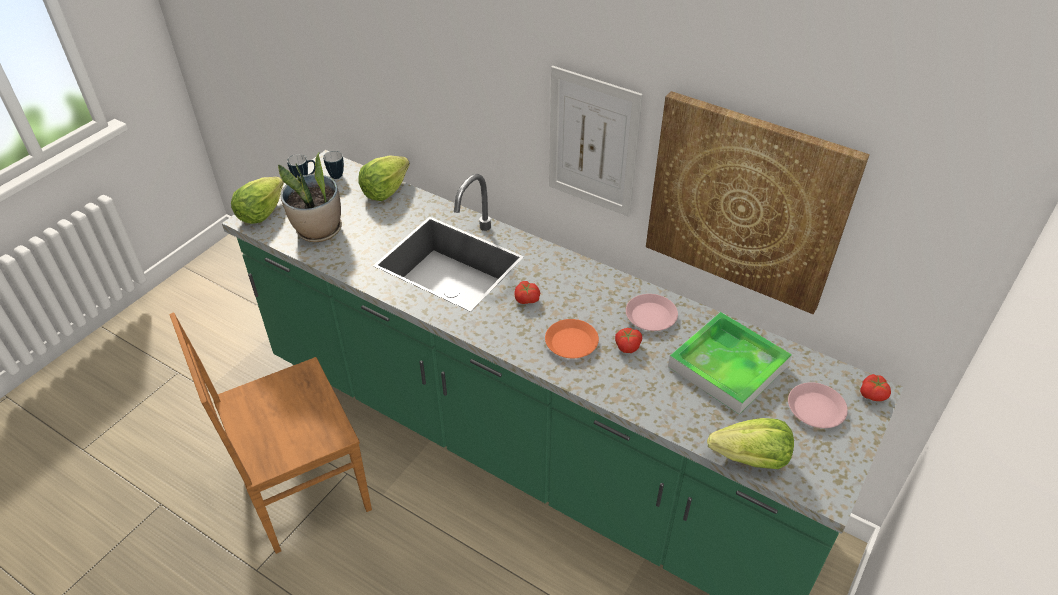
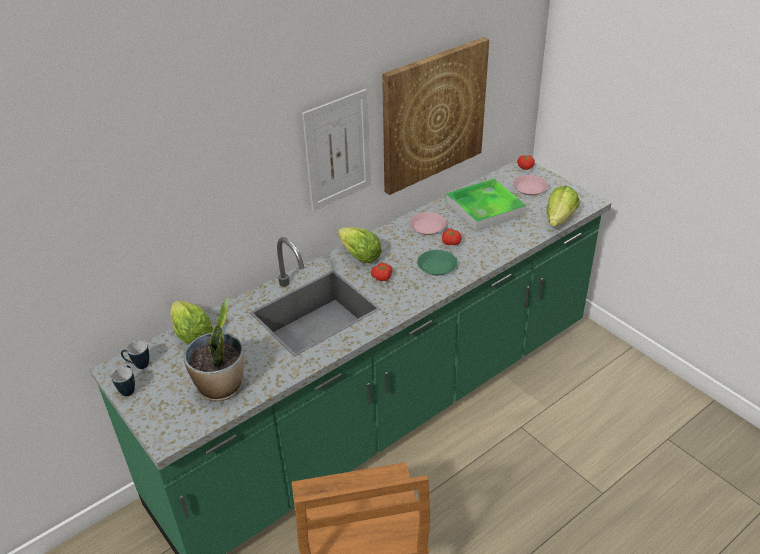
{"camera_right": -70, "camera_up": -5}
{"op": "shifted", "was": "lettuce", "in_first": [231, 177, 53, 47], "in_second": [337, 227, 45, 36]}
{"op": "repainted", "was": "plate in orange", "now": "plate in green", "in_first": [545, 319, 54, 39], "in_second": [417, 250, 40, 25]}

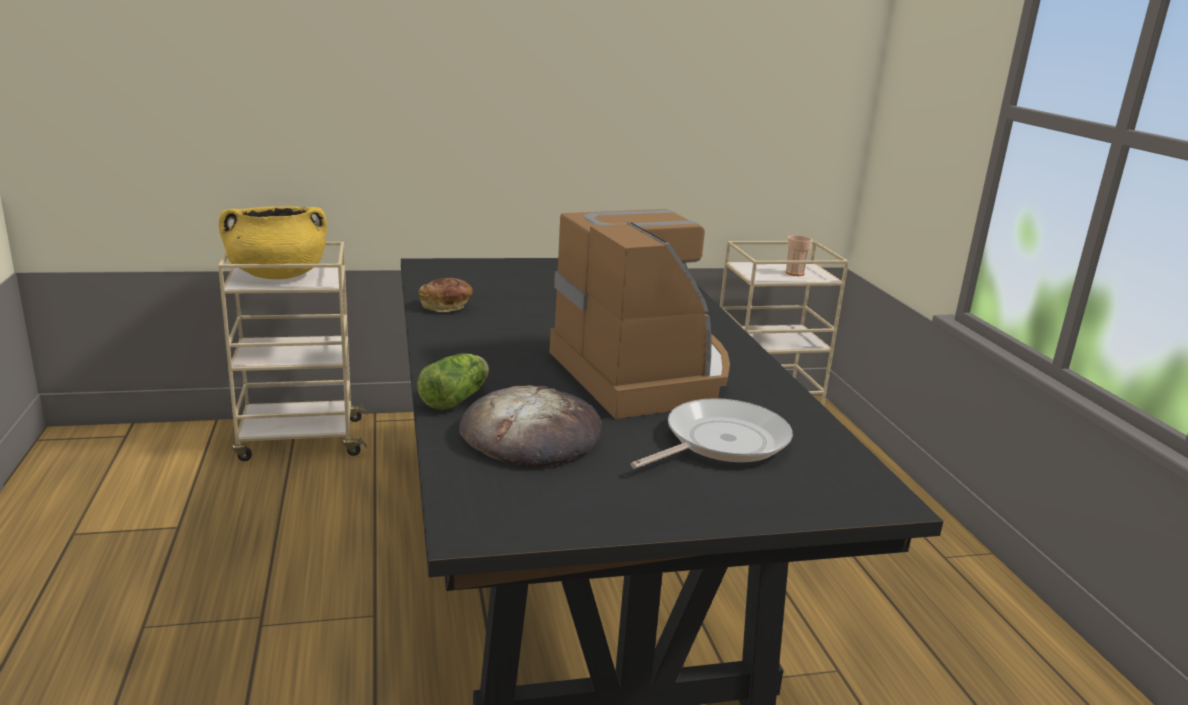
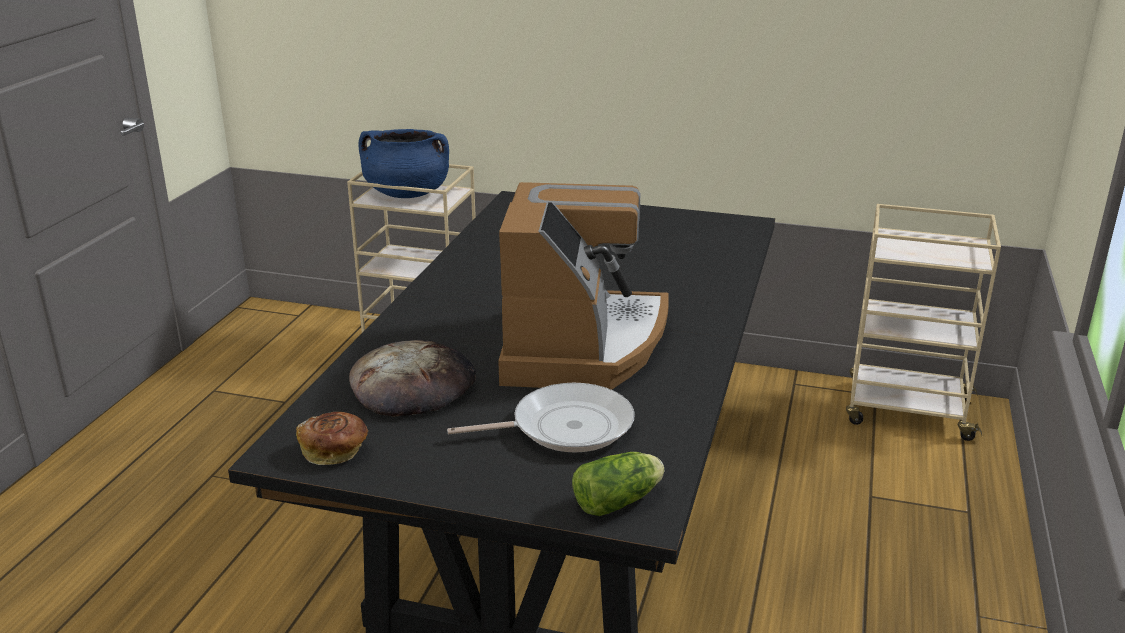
{"camera_right": 30, "camera_up": 5}
{"op": "shifted", "was": "bread", "in_first": [418, 278, 55, 34], "in_second": [296, 412, 72, 53]}
{"op": "repainted", "was": "cooking pot in yellow", "now": "cooking pot in blue", "in_first": [218, 206, 109, 73], "in_second": [358, 129, 91, 69]}
{"op": "shifted", "was": "lettuce", "in_first": [417, 353, 72, 57], "in_second": [572, 452, 92, 64]}
{"op": "gone", "was": "cup", "in_first": [786, 235, 26, 41]}

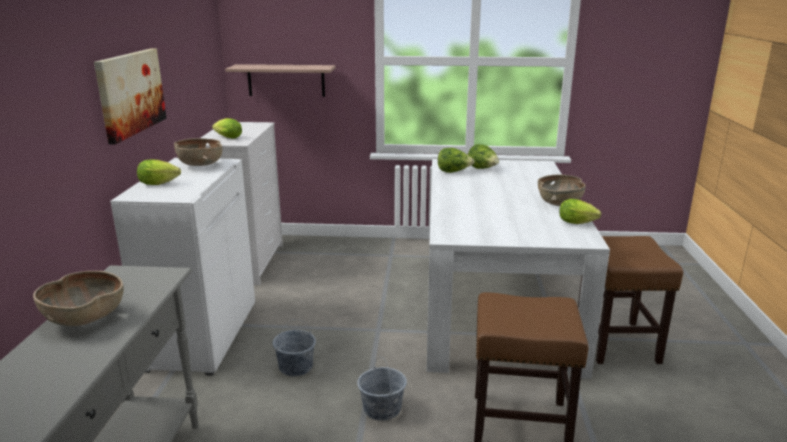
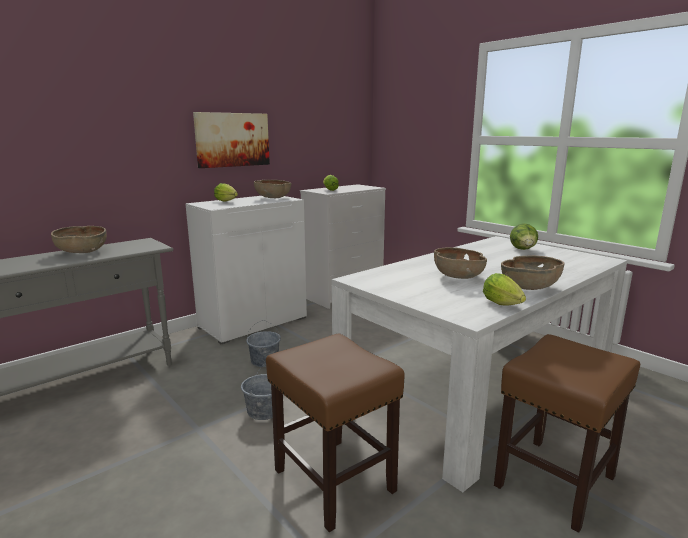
{"camera_right": 45, "camera_up": -5}
{"op": "new", "now": "bowl in brown", "in_second": [434, 247, 53, 32]}
{"op": "gone", "was": "shelf", "in_first": [225, 64, 110, 33]}
{"op": "gone", "was": "lettuce", "in_first": [438, 148, 37, 25]}

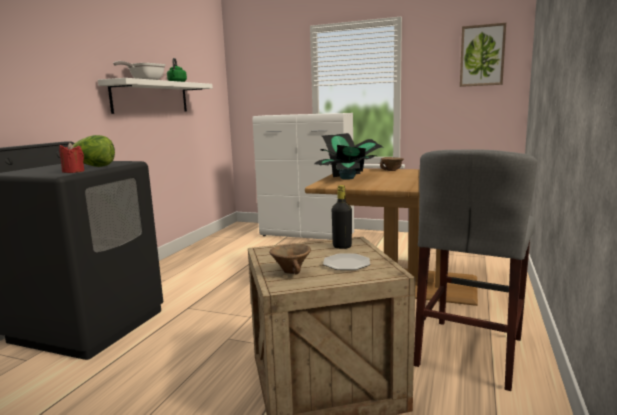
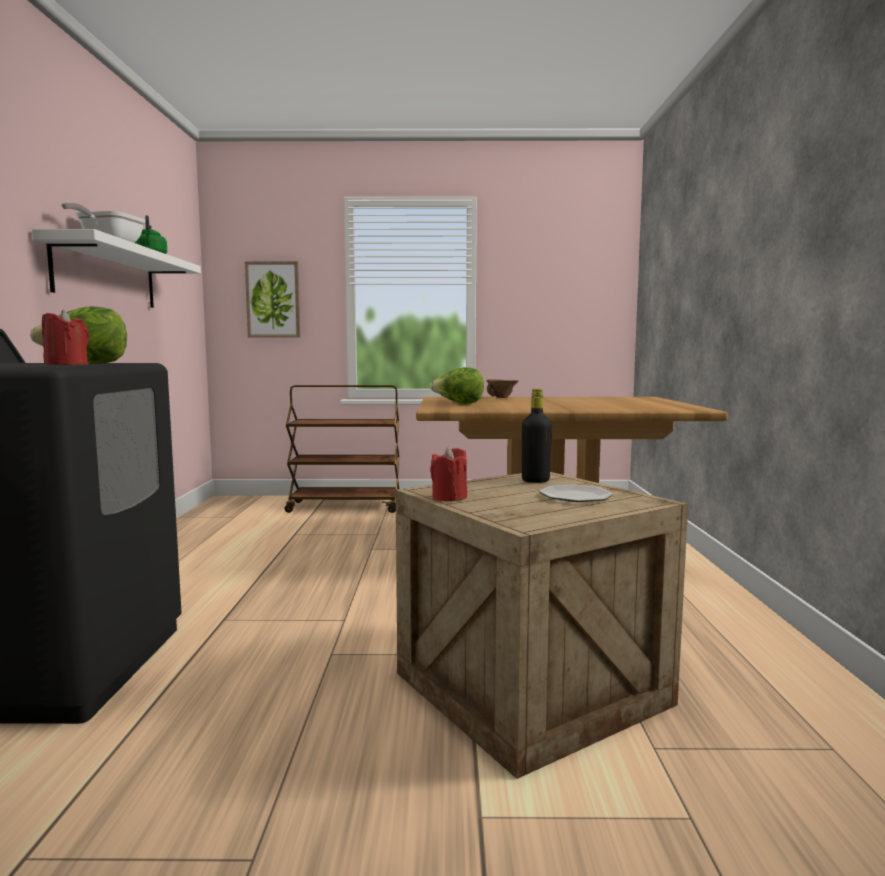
{"camera_right": -20, "camera_up": -5}
{"op": "shifted", "was": "picture", "in_first": [460, 23, 46, 64], "in_second": [245, 261, 55, 77]}
{"op": "swapped", "was": "cabinet in white", "now": "cart in brown", "in_first": [253, 113, 101, 127], "in_second": [284, 385, 115, 128]}
{"op": "swapped", "was": "potted plant", "now": "lettuce", "in_first": [314, 133, 70, 47], "in_second": [430, 367, 54, 37]}
{"op": "new", "now": "candle in red", "in_second": [430, 446, 37, 55]}
{"op": "gone", "was": "bowl in brown", "in_first": [269, 244, 42, 30]}
{"op": "gone", "was": "stool in grey", "in_first": [414, 150, 123, 241]}

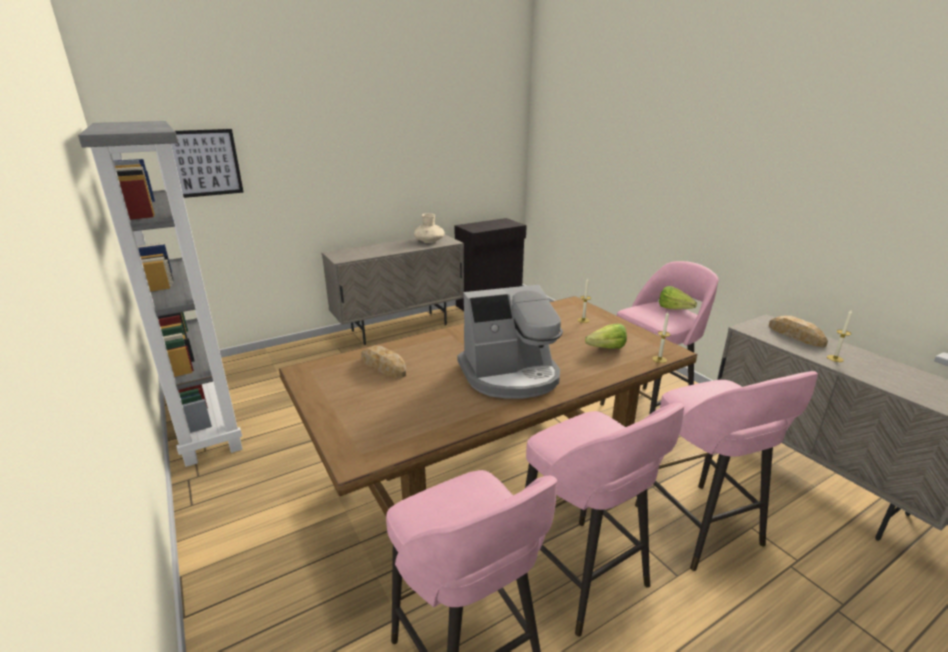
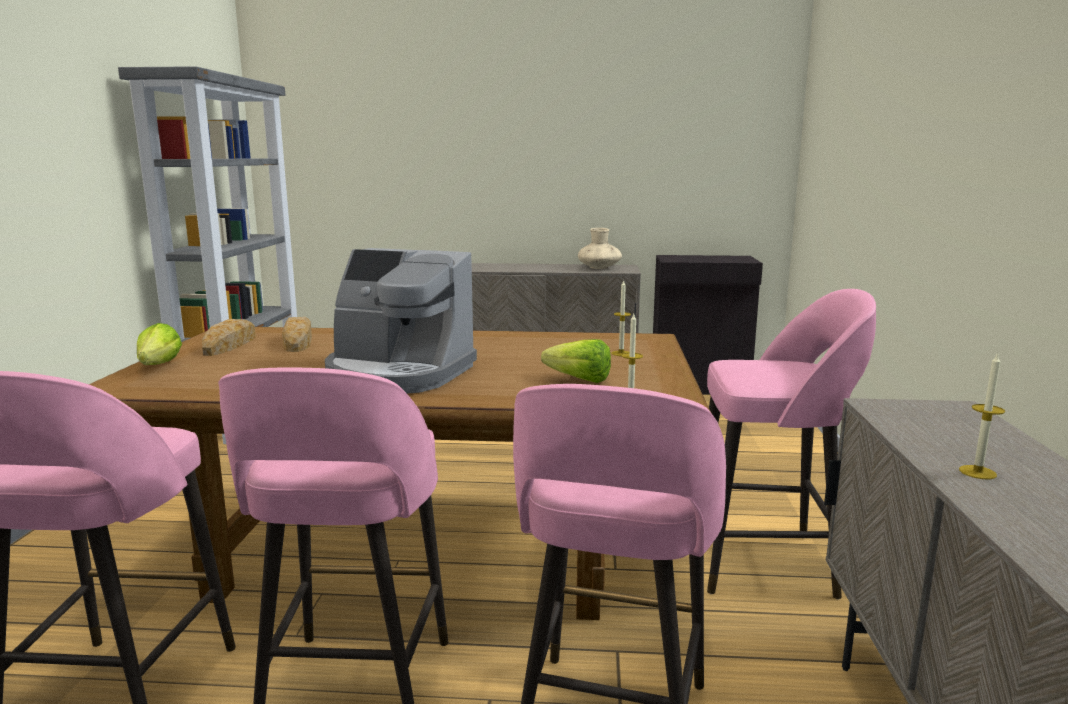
{"camera_right": 35, "camera_up": -10}
{"op": "shifted", "was": "lettuce", "in_first": [659, 286, 38, 23], "in_second": [137, 323, 45, 42]}
{"op": "shifted", "was": "bread", "in_first": [769, 316, 59, 31], "in_second": [202, 319, 54, 37]}
{"op": "gone", "was": "picture", "in_first": [171, 129, 73, 69]}

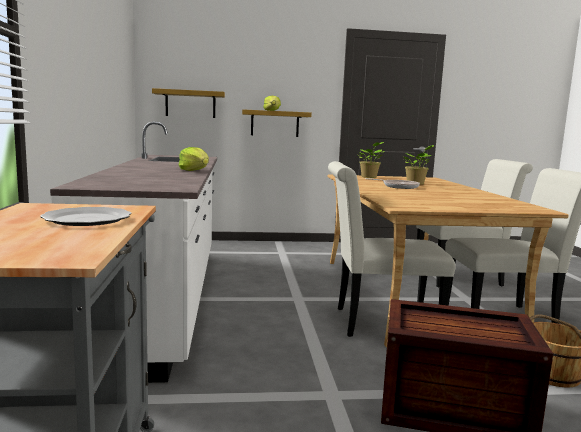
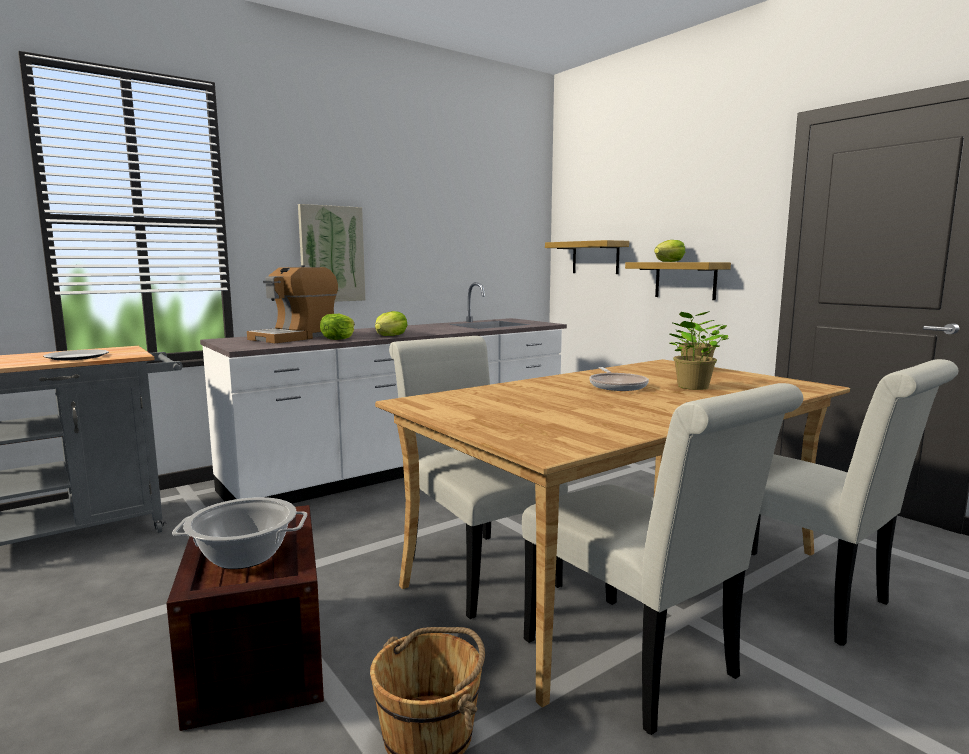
{"camera_right": 60, "camera_up": 0}
{"op": "new", "now": "cooking pot", "in_second": [172, 497, 135, 72]}
{"op": "new", "now": "coffee machine", "in_second": [247, 265, 91, 78]}
{"op": "new", "now": "picture", "in_second": [298, 204, 67, 98]}
{"op": "new", "now": "lettuce", "in_second": [320, 314, 35, 26]}

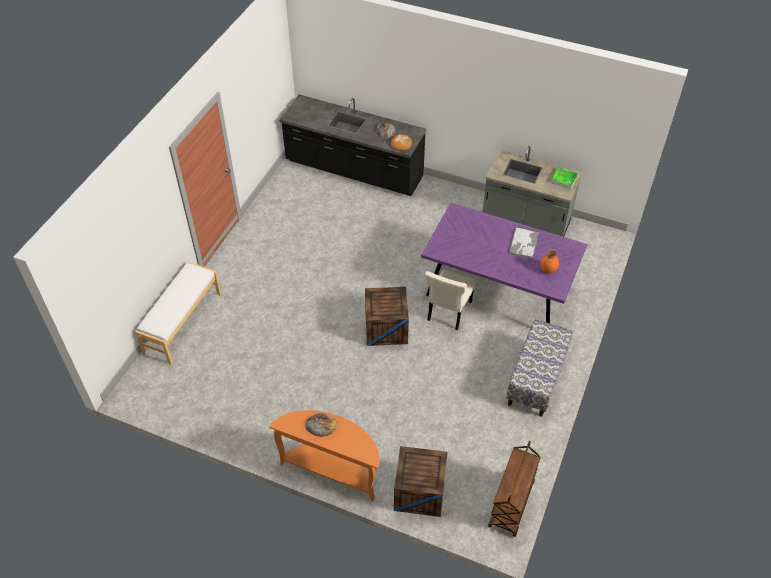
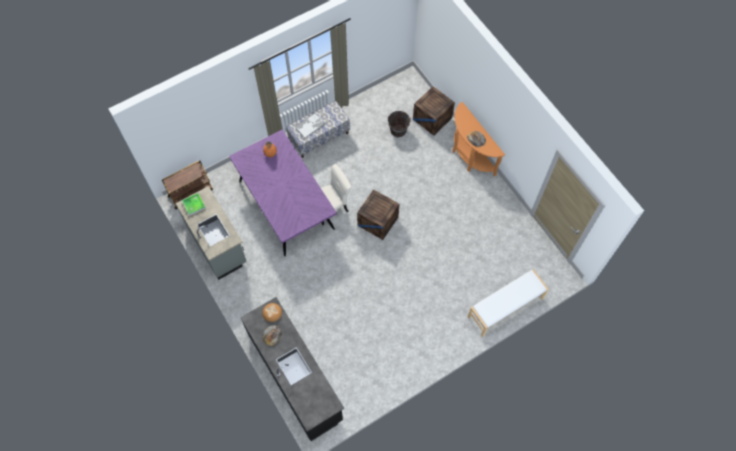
{"camera_right": -145, "camera_up": 15}
{"op": "shifted", "was": "cart in brown", "in_first": [488, 441, 53, 96], "in_second": [162, 160, 51, 49]}
{"op": "shifted", "was": "tray", "in_first": [509, 227, 30, 31], "in_second": [295, 113, 30, 25]}
{"op": "new", "now": "bucket in brown", "in_second": [388, 111, 23, 27]}

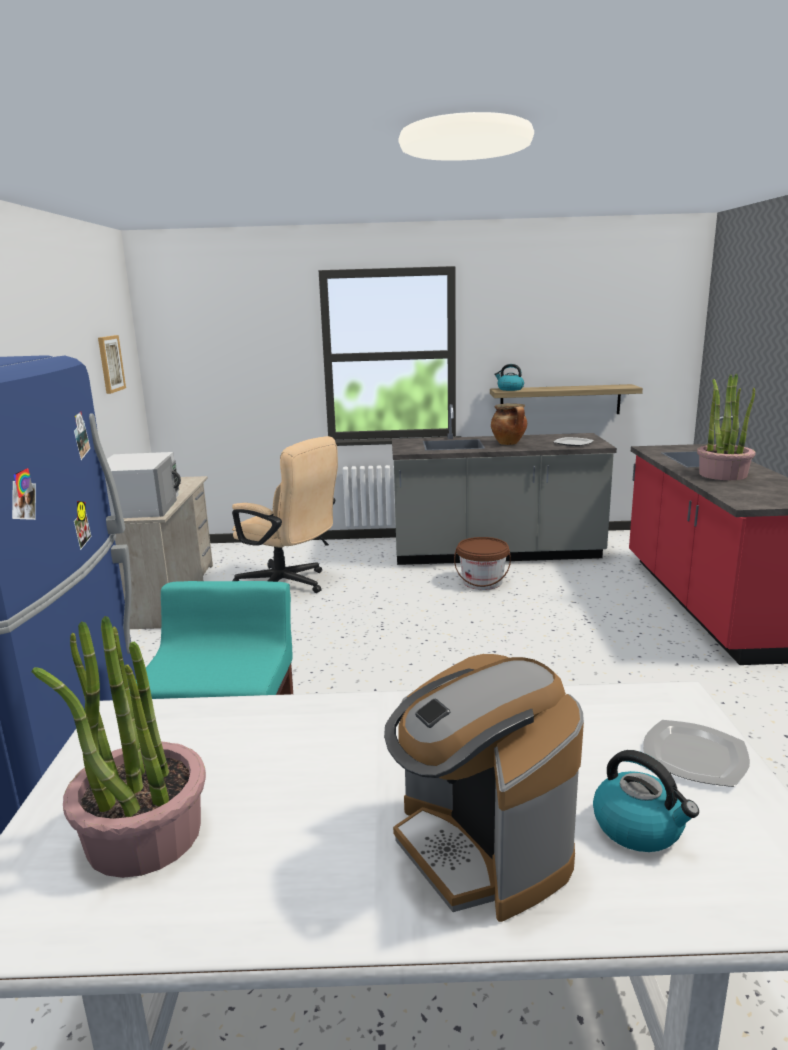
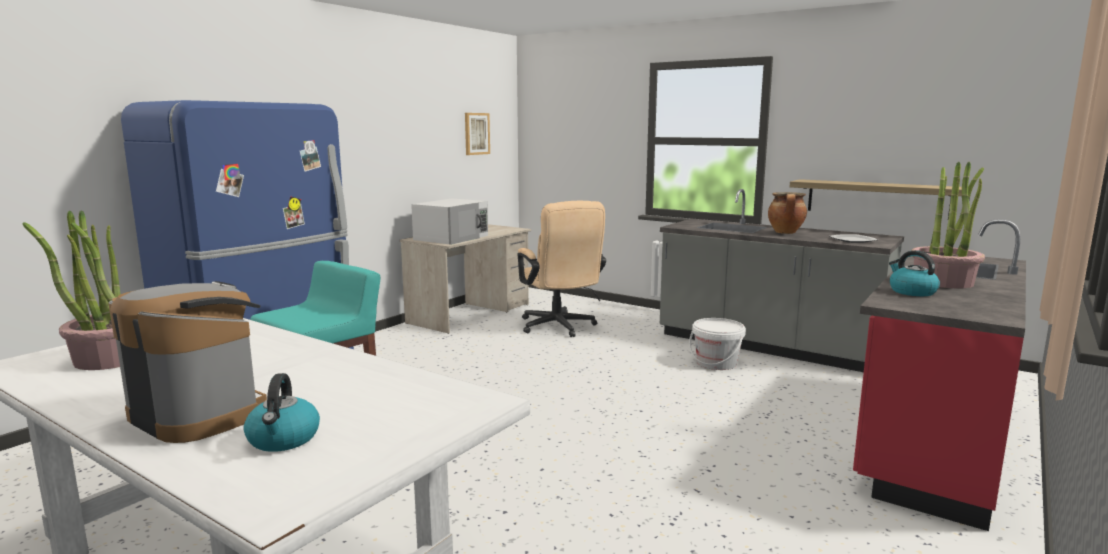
{"camera_right": 35, "camera_up": -5}
{"op": "rotated", "was": "coffee machine", "in_first": [384, 654, 200, 268], "in_second": [108, 281, 159, 162], "clockwise": 120}
{"op": "repainted", "was": "bucket in brown", "now": "bucket in white", "in_first": [454, 537, 57, 53], "in_second": [689, 318, 57, 52]}
{"op": "shifted", "was": "kettle", "in_first": [494, 364, 30, 27], "in_second": [889, 250, 51, 46]}
{"op": "gone", "was": "plate", "in_first": [643, 720, 107, 67]}

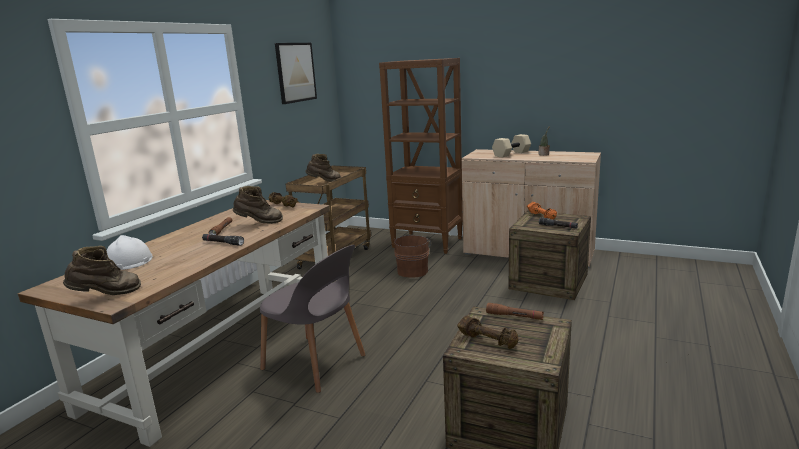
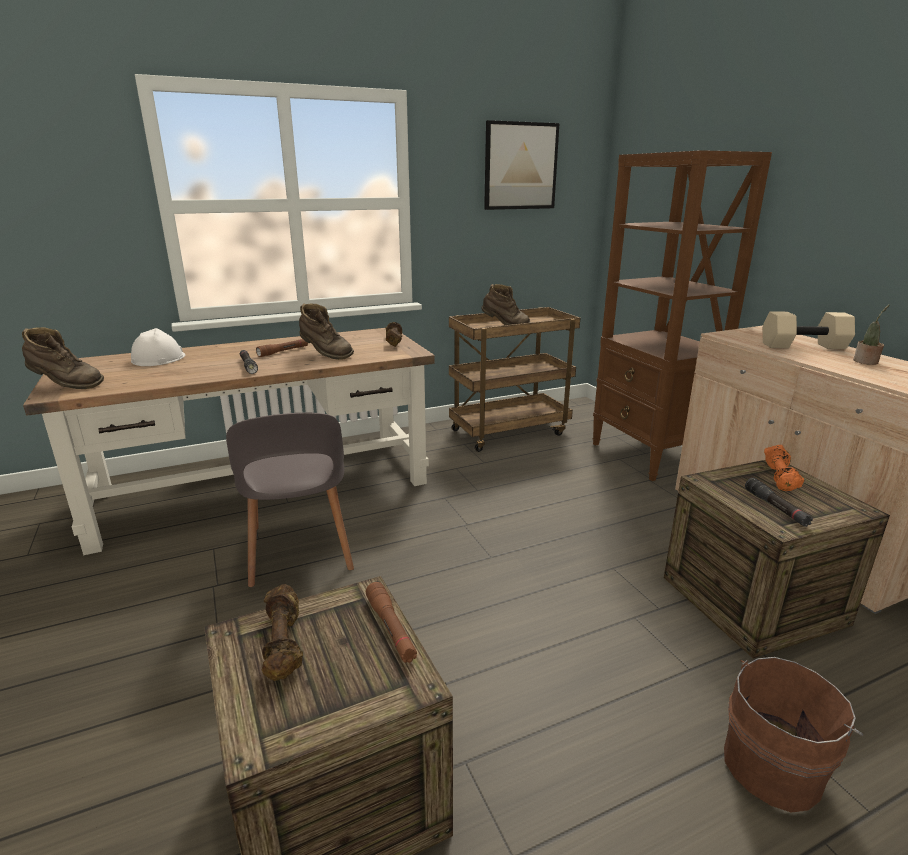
{"camera_right": 40, "camera_up": 5}
{"op": "shifted", "was": "bucket in brown", "in_first": [393, 235, 38, 43], "in_second": [724, 657, 139, 156]}

